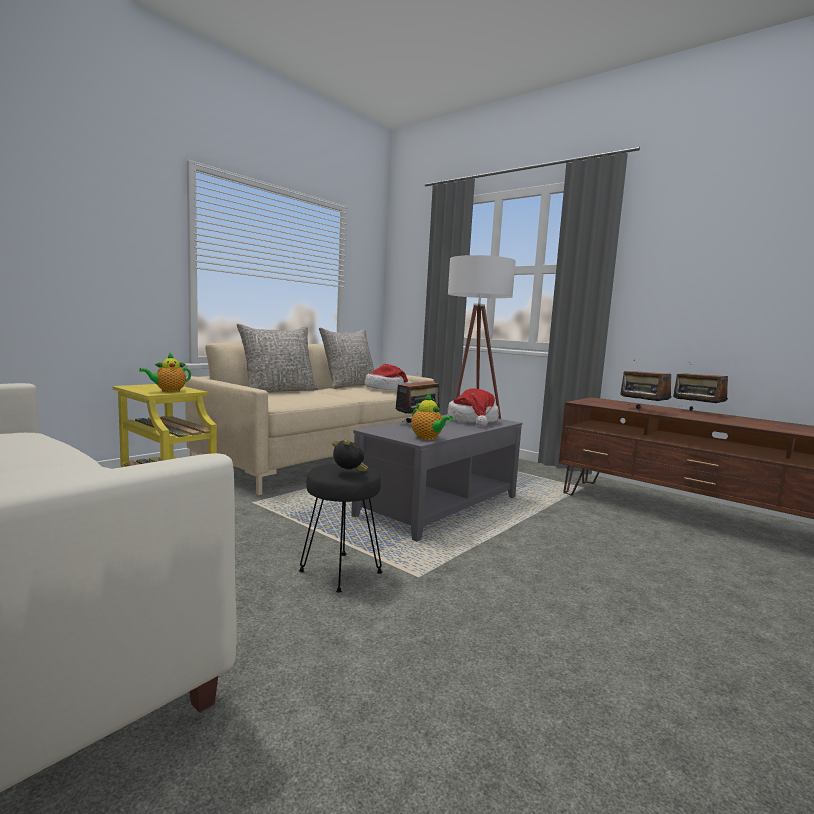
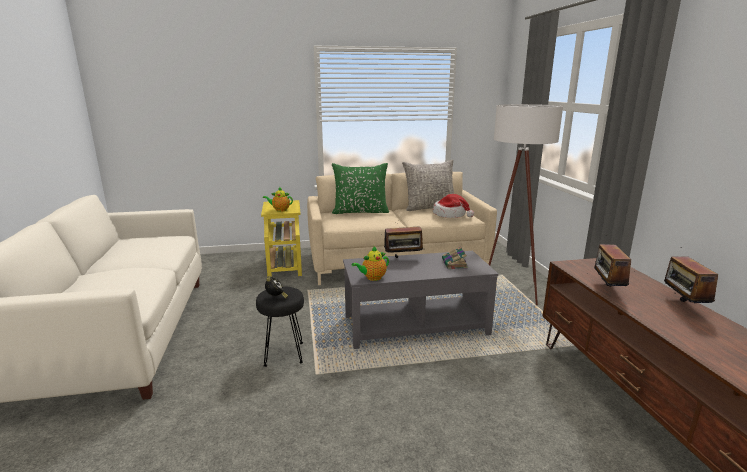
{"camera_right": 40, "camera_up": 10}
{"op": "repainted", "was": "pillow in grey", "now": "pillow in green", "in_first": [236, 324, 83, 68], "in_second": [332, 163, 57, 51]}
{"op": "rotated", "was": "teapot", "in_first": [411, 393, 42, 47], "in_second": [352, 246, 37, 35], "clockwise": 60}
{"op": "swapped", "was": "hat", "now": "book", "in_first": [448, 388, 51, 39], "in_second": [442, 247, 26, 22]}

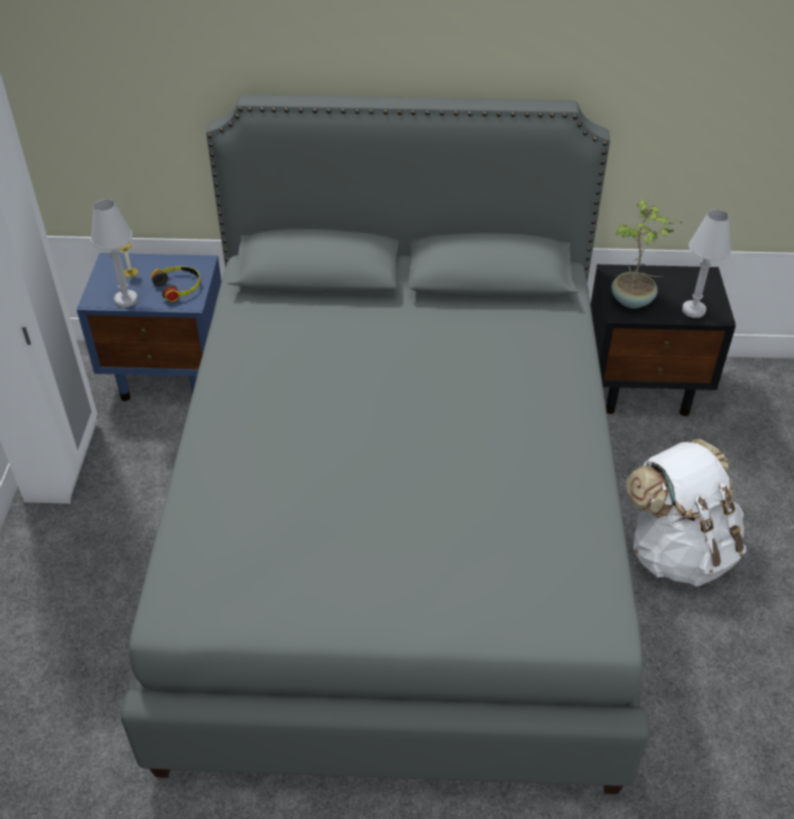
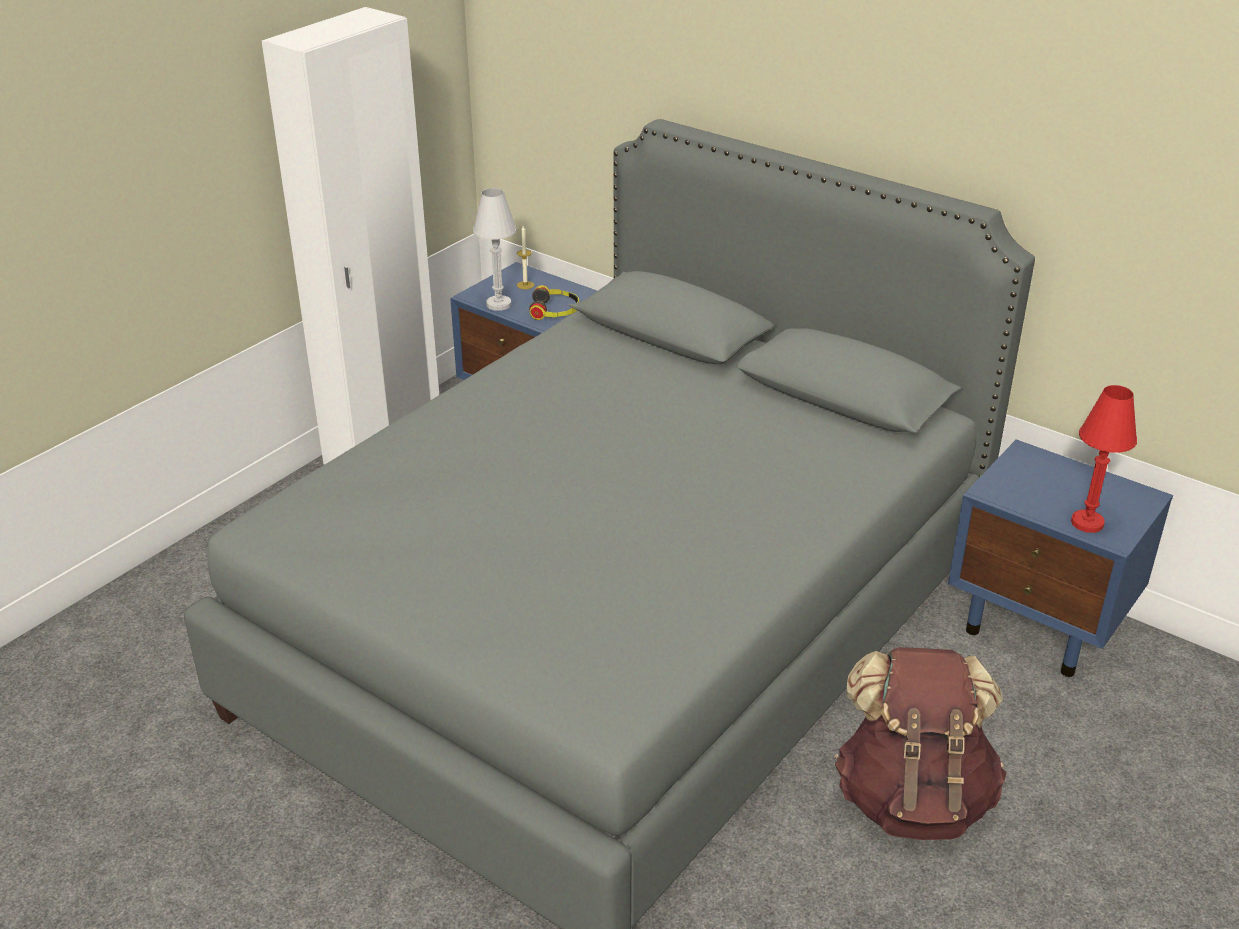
{"camera_right": 35, "camera_up": -10}
{"op": "repainted", "was": "backpack in white", "now": "backpack in brown", "in_first": [626, 439, 120, 147], "in_second": [834, 647, 173, 193]}
{"op": "repainted", "was": "nightstand in black", "now": "nightstand in blue", "in_first": [591, 264, 145, 152], "in_second": [948, 439, 225, 238]}
{"op": "repainted", "was": "table lamp in white", "now": "table lamp in red", "in_first": [682, 209, 49, 109], "in_second": [1071, 385, 66, 148]}
{"op": "gone", "was": "potted plant", "in_first": [611, 199, 71, 110]}

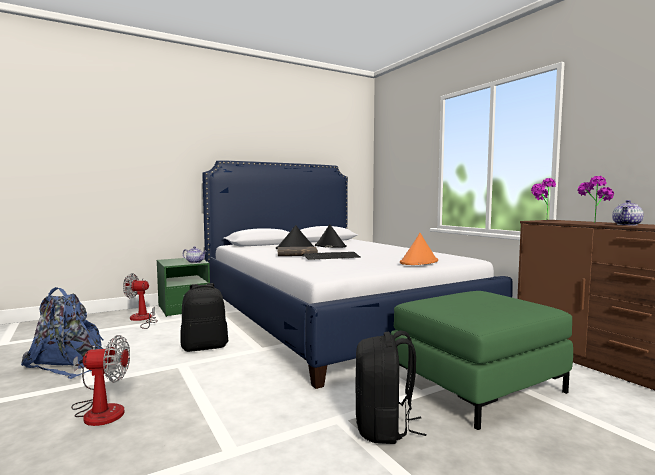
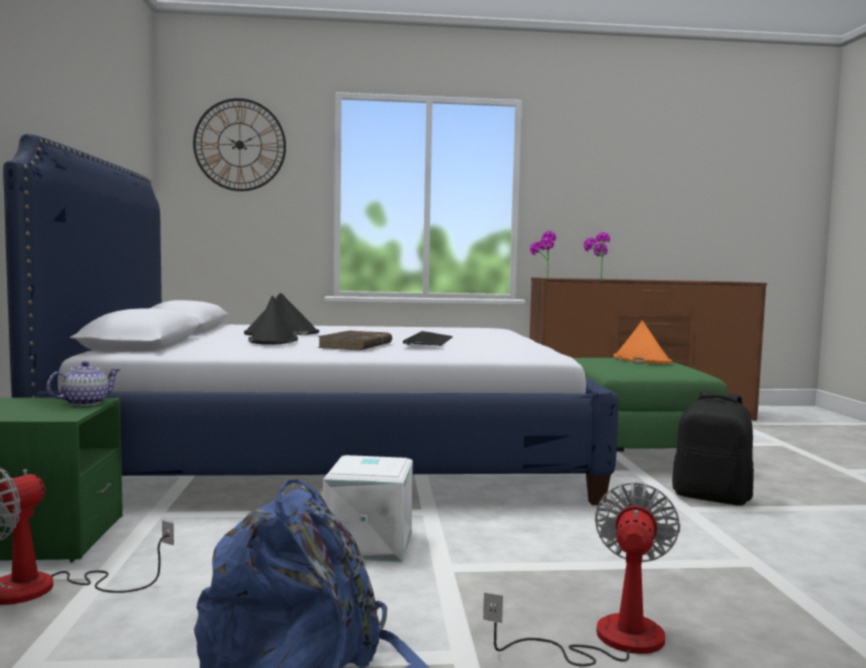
{"camera_right": -65, "camera_up": 0}
{"op": "new", "now": "wall clock", "in_second": [193, 98, 93, 93]}
{"op": "swapped", "was": "backpack in black", "now": "storage box in white", "in_first": [181, 283, 47, 69], "in_second": [323, 455, 90, 107]}
{"op": "shifted", "was": "hat in orange", "in_first": [400, 233, 38, 32], "in_second": [613, 321, 59, 43]}
{"op": "gone", "was": "teapot", "in_first": [612, 200, 32, 25]}

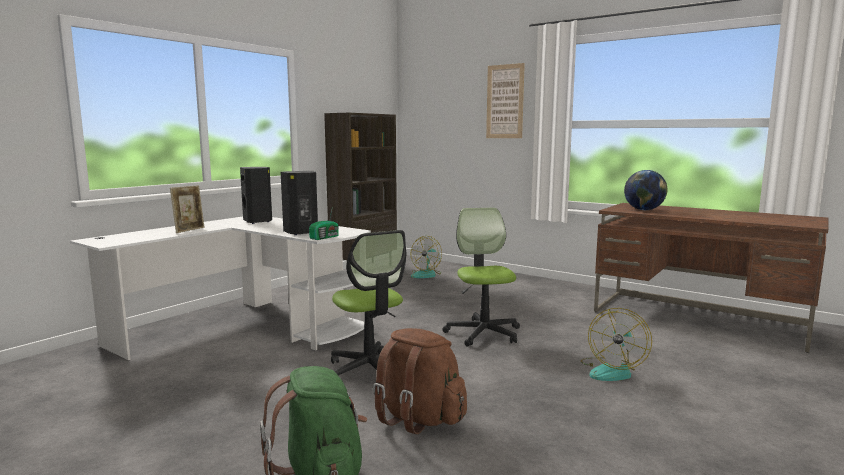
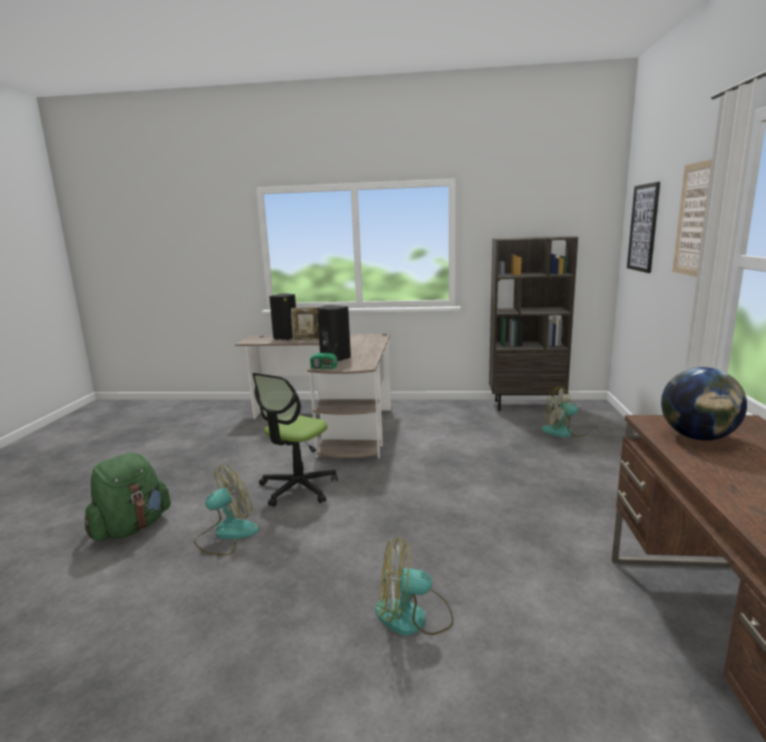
{"camera_right": 60, "camera_up": 5}
{"op": "swapped", "was": "backpack in brown", "now": "fan", "in_first": [373, 328, 94, 106], "in_second": [194, 465, 65, 91]}
{"op": "repainted", "was": "desk in white", "now": "desk in brown", "in_first": [70, 217, 301, 143], "in_second": [235, 334, 156, 125]}
{"op": "shifted", "was": "speaker in black", "in_first": [240, 167, 32, 57], "in_second": [269, 293, 27, 47]}
{"op": "new", "now": "picture", "in_second": [627, 182, 33, 91]}
{"op": "gone", "was": "office chair", "in_first": [442, 208, 78, 139]}

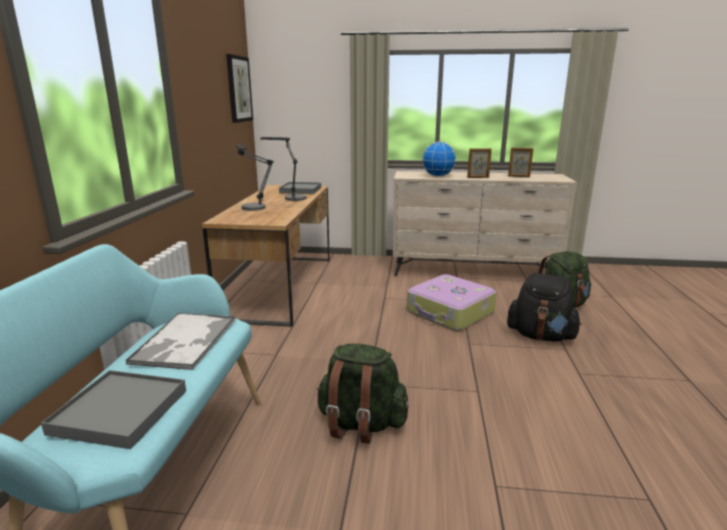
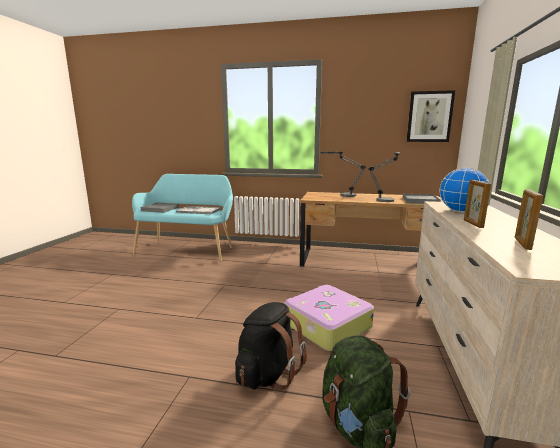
{"camera_right": 95, "camera_up": -5}
{"op": "gone", "was": "backpack in green", "in_first": [317, 344, 92, 100]}

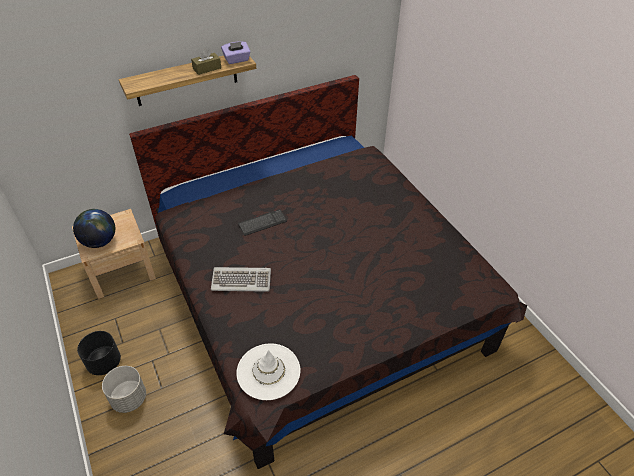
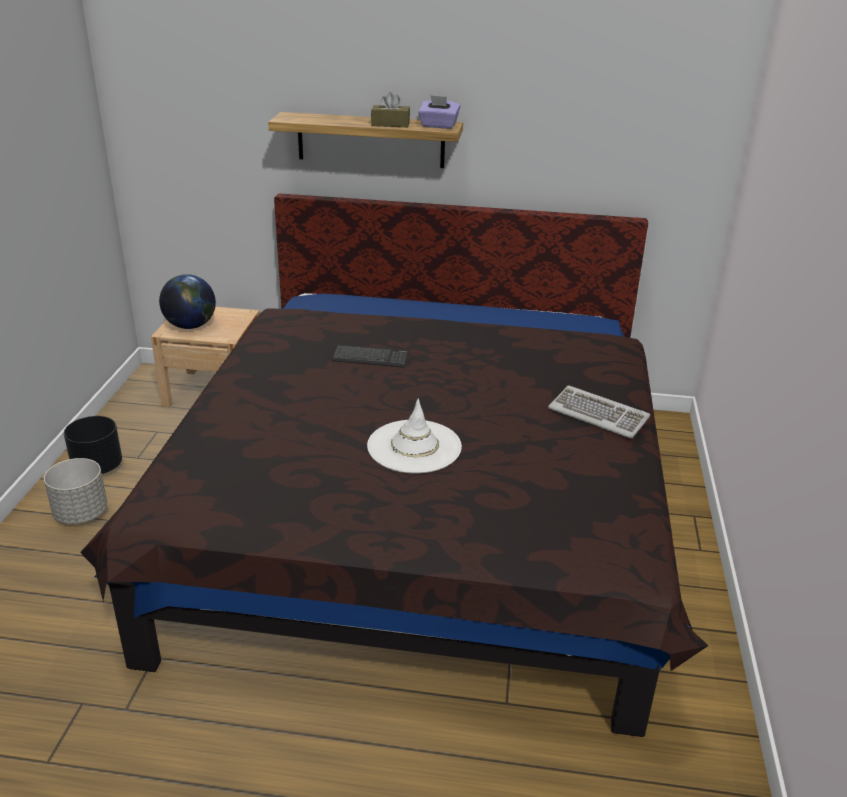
{"camera_right": 35, "camera_up": -15}
{"op": "shifted", "was": "hat in white", "in_first": [236, 343, 64, 57], "in_second": [367, 399, 95, 75]}
{"op": "shifted", "was": "keyboard", "in_first": [211, 267, 60, 25], "in_second": [548, 385, 102, 54]}

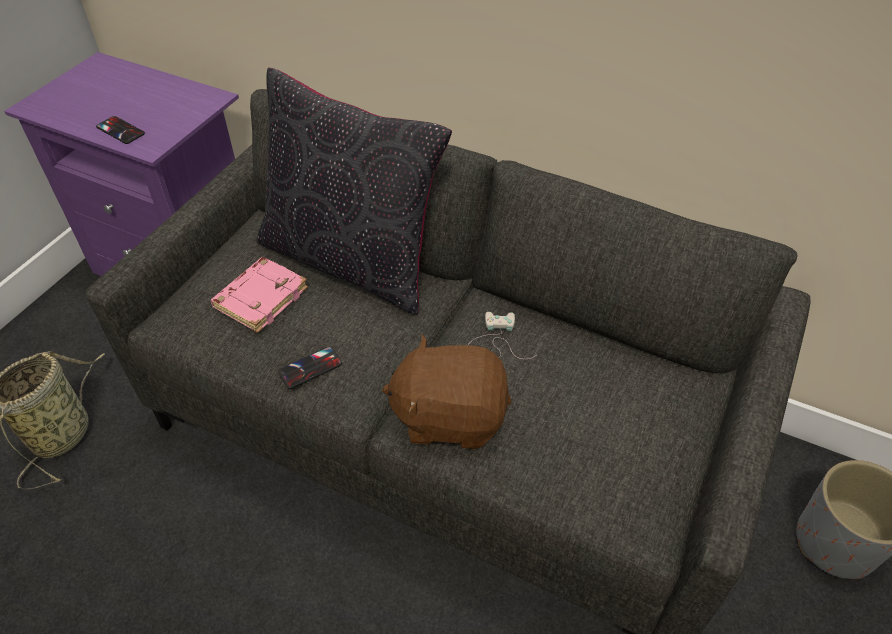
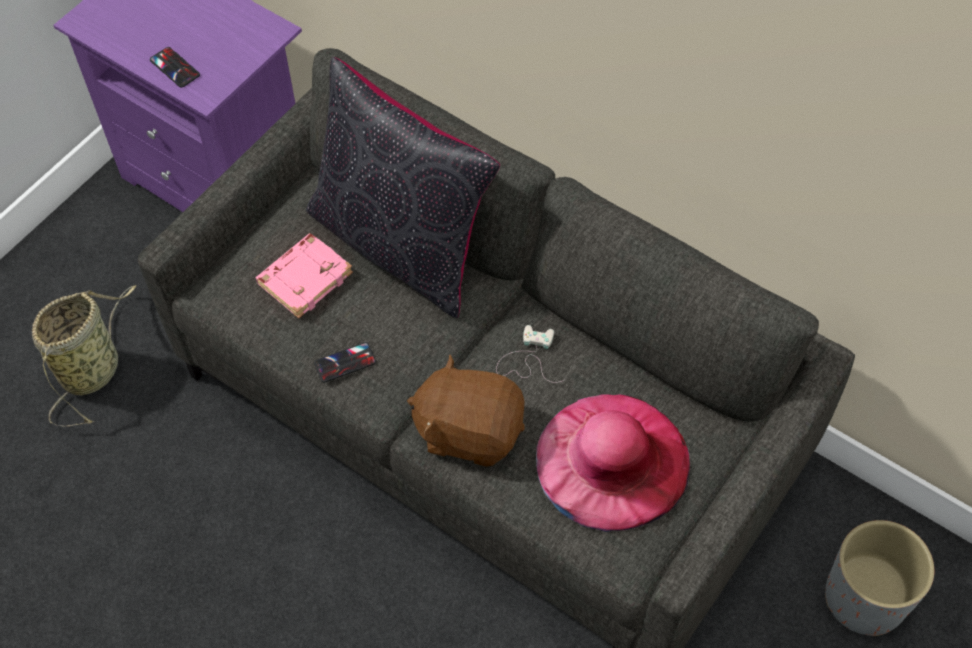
{"camera_right": 10, "camera_up": 10}
{"op": "new", "now": "hat in pink", "in_second": [536, 394, 154, 138]}

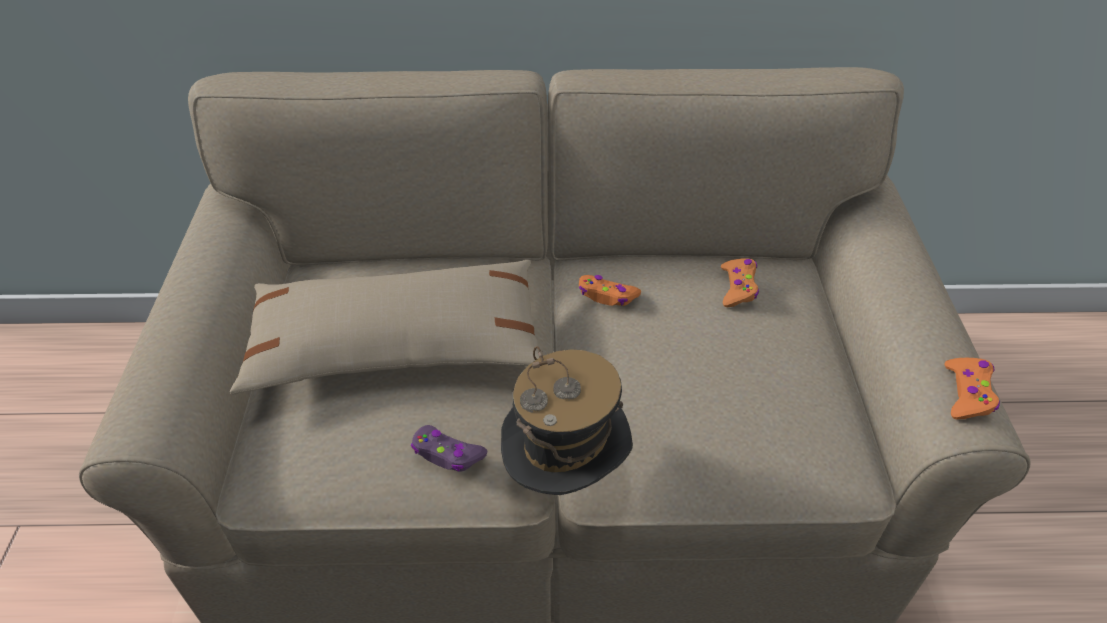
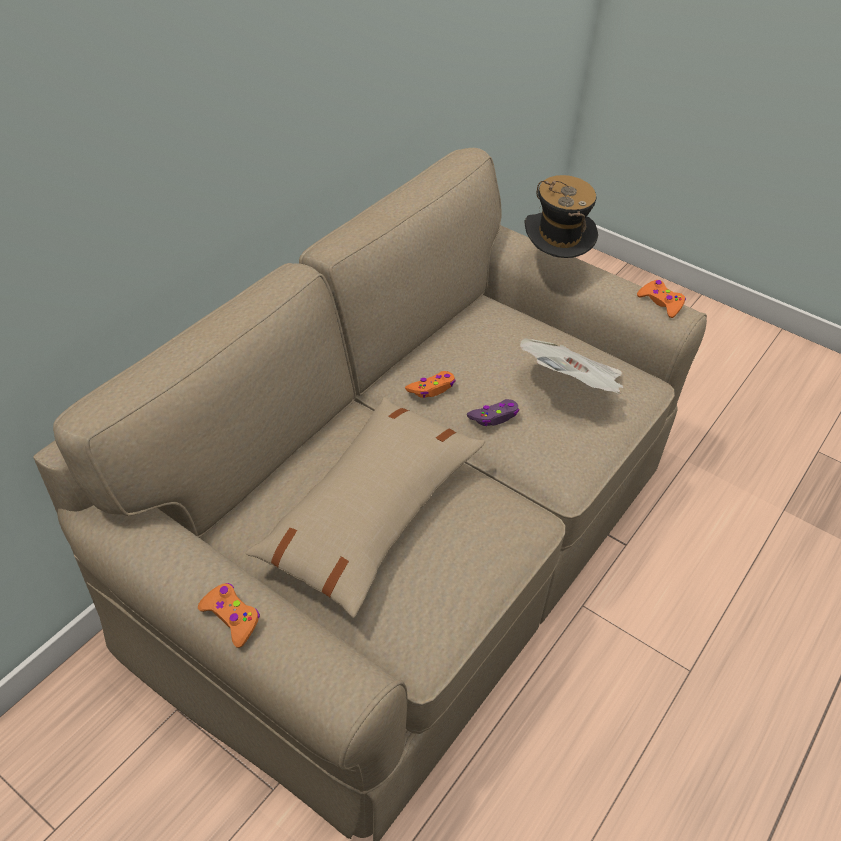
{"camera_right": -55, "camera_up": 0}
{"op": "shifted", "was": "game controller in orange", "in_first": [721, 258, 38, 49], "in_second": [198, 583, 62, 65]}
{"op": "shifted", "was": "game controller in purple", "in_first": [411, 425, 76, 47], "in_second": [467, 399, 52, 27]}
{"op": "new", "now": "newspaper", "in_second": [520, 339, 103, 55]}
{"op": "shifted", "was": "hat", "in_first": [501, 346, 132, 149], "in_second": [524, 175, 74, 83]}

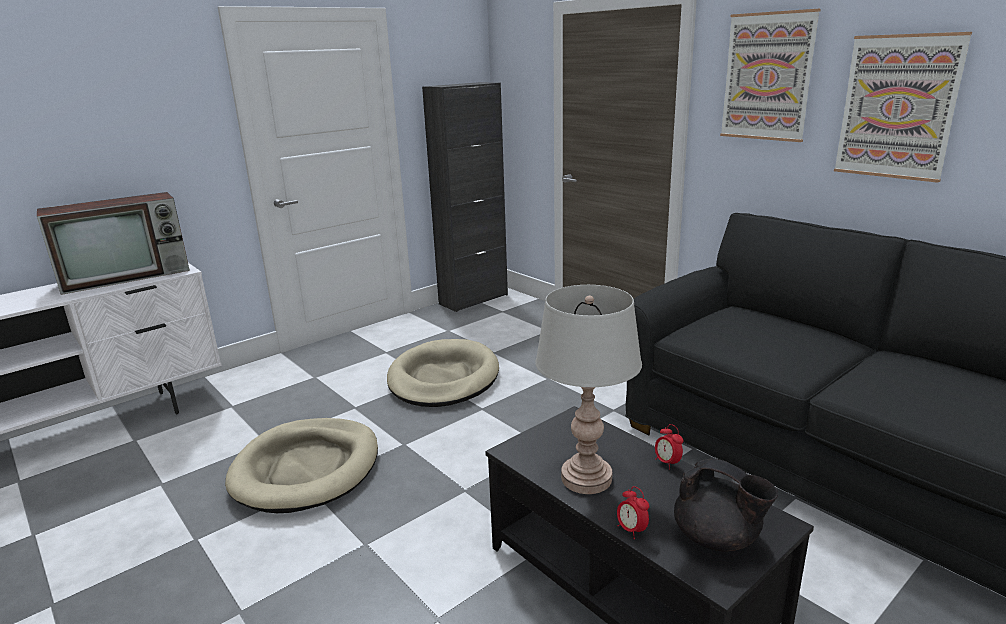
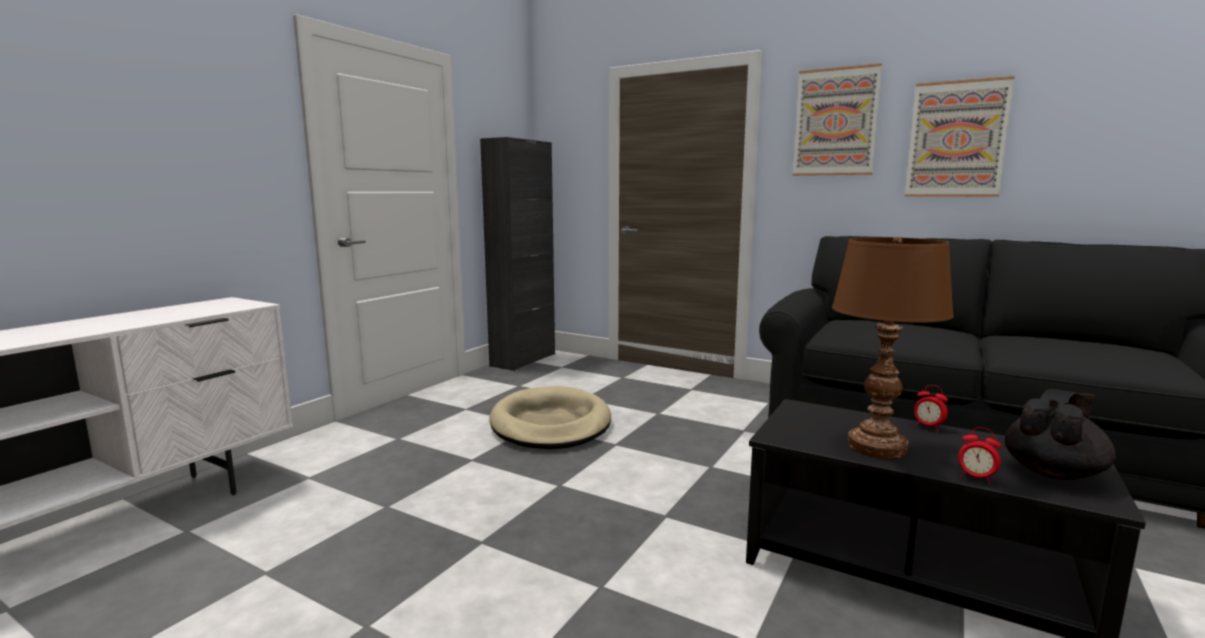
{"camera_right": -20, "camera_up": -10}
{"op": "repainted", "was": "table lamp in grey", "now": "table lamp in brown", "in_first": [535, 285, 107, 209], "in_second": [832, 237, 122, 222]}
{"op": "rotated", "was": "teapot in black", "in_first": [674, 459, 104, 92], "in_second": [1005, 389, 111, 91], "clockwise": -60}
{"op": "gone", "was": "television", "in_first": [37, 192, 153, 103]}
{"op": "gone", "was": "dog bed in beige", "in_first": [225, 418, 153, 95]}

